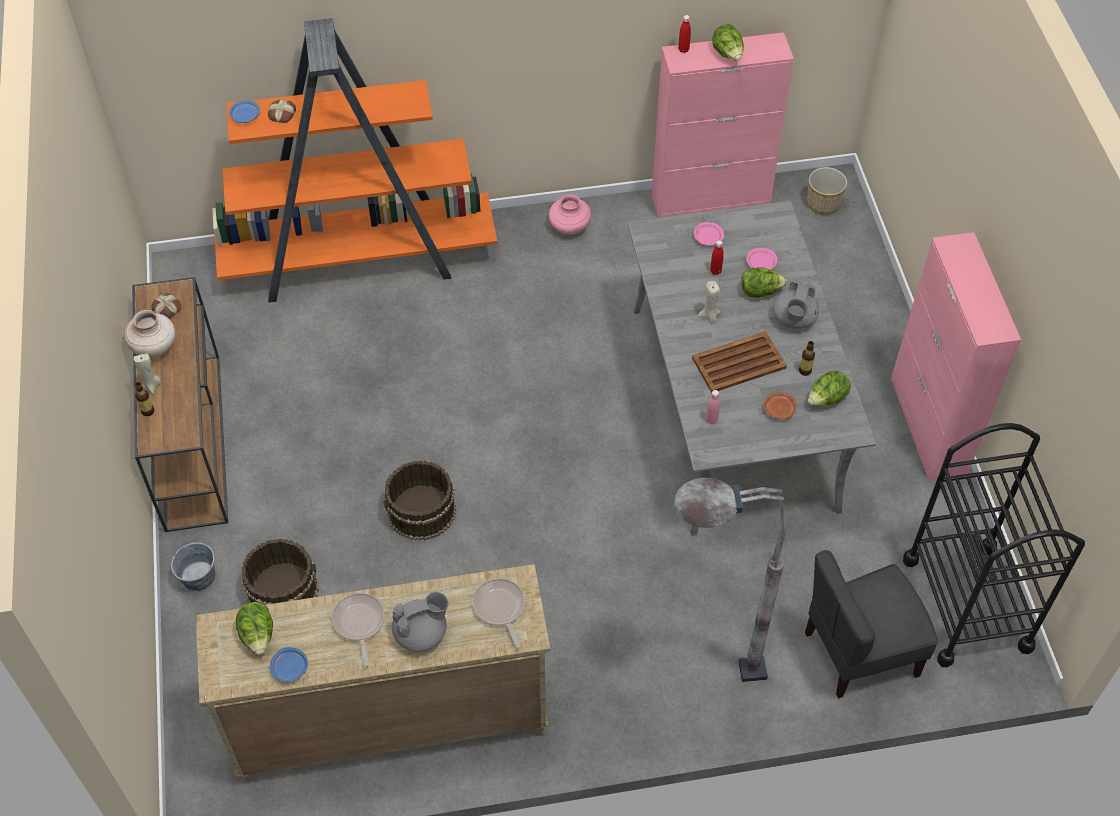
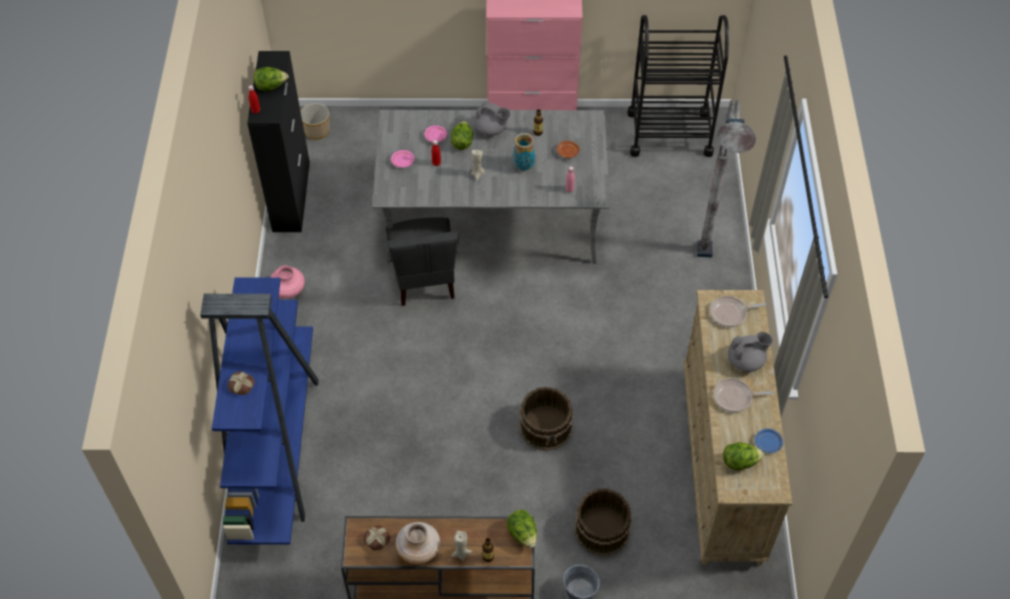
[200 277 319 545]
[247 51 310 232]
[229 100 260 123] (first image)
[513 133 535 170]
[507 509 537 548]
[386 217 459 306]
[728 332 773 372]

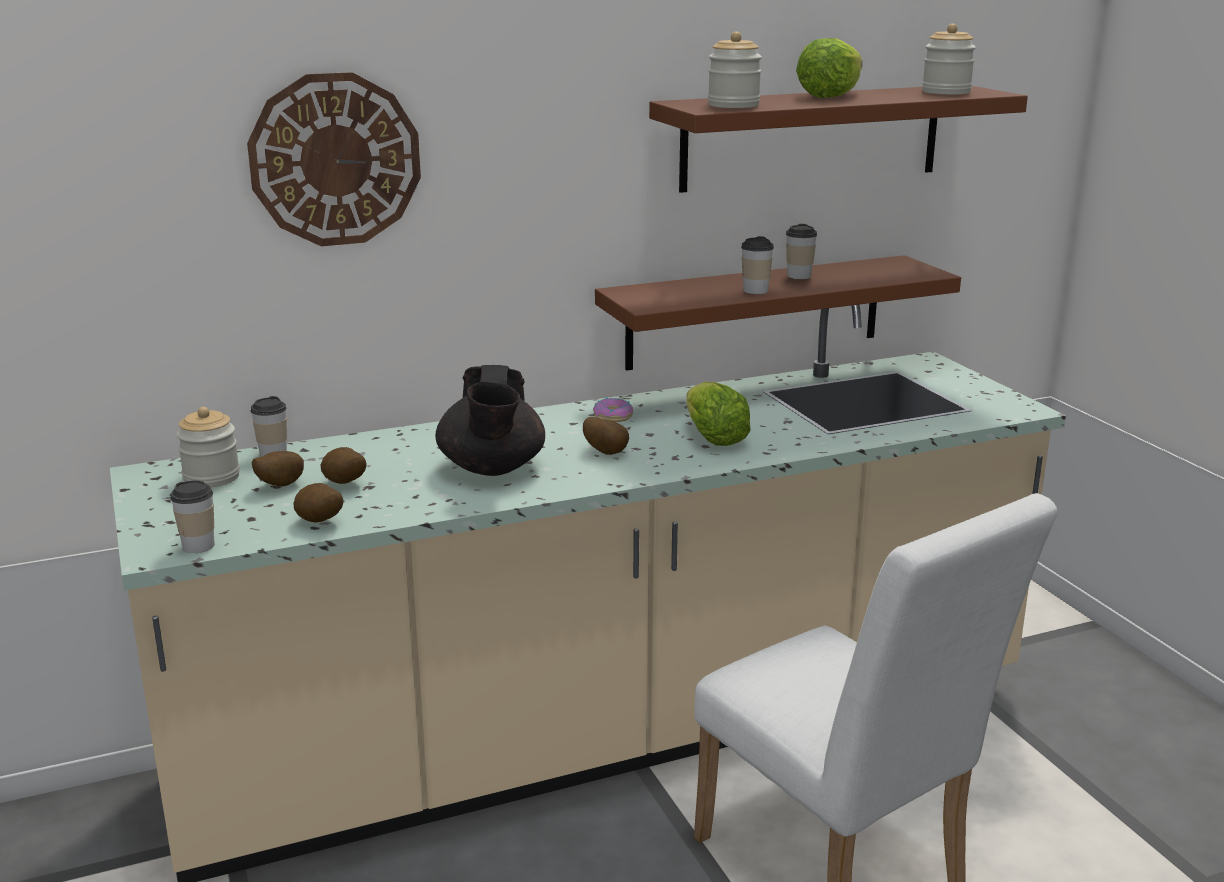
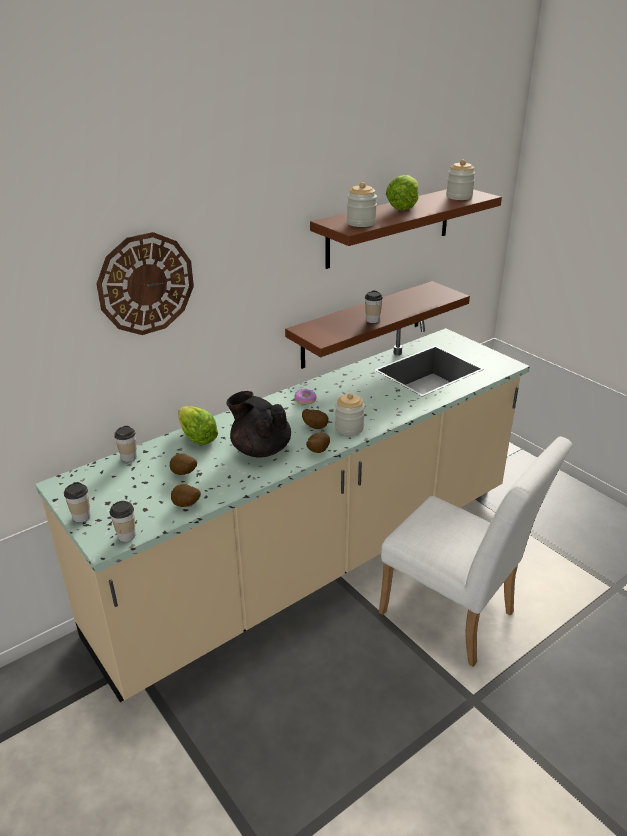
[64 482 91 522]
[226 391 291 457]
[178 406 218 445]
[335 393 365 436]
[306 433 330 453]

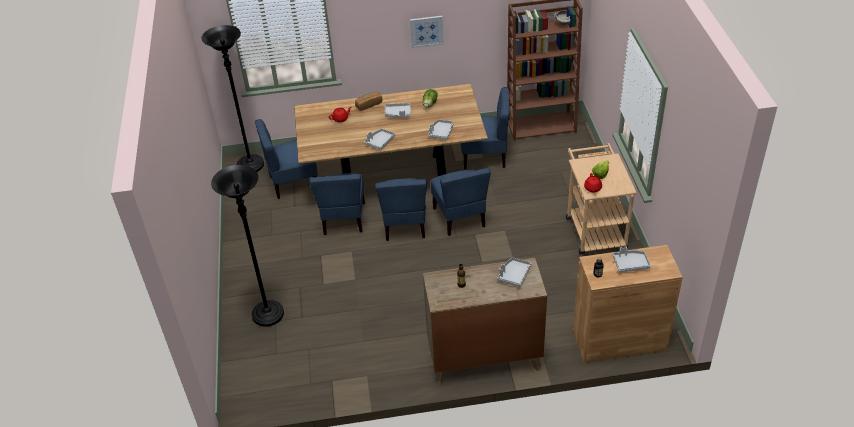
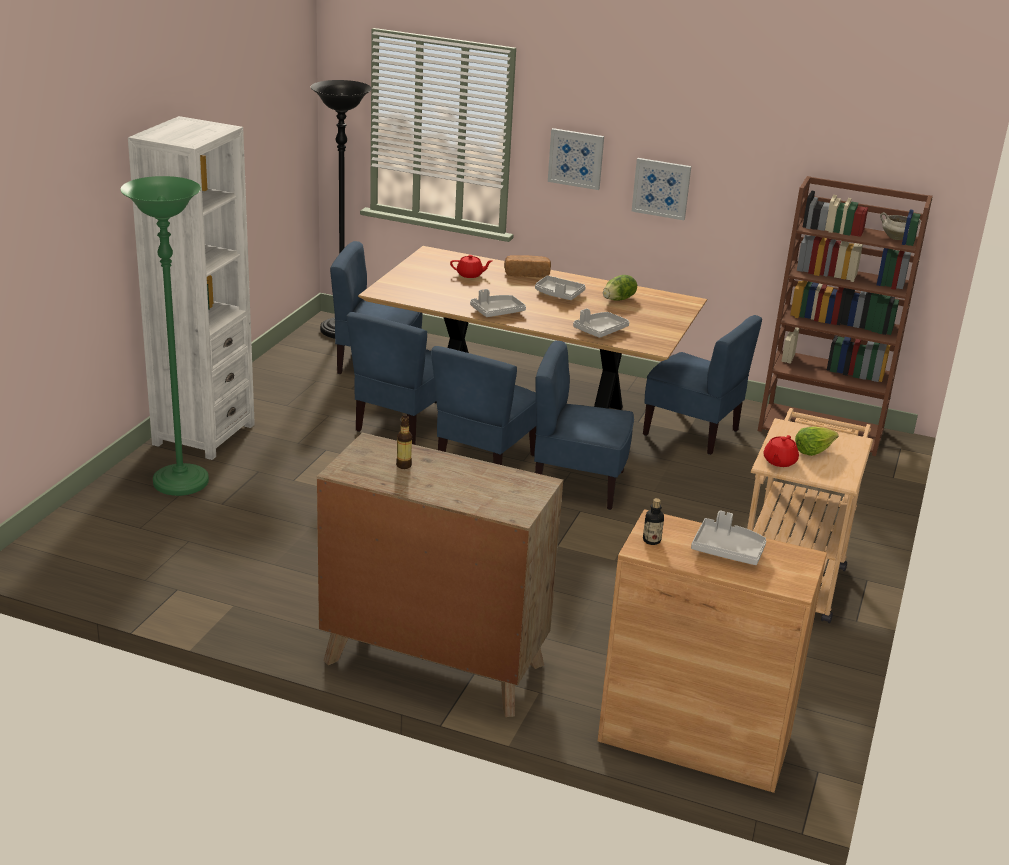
[120 176 209 496]
[534 341 634 510]
[497 257 531 287] (first image)
[128 116 255 460]
[548 128 604 190]

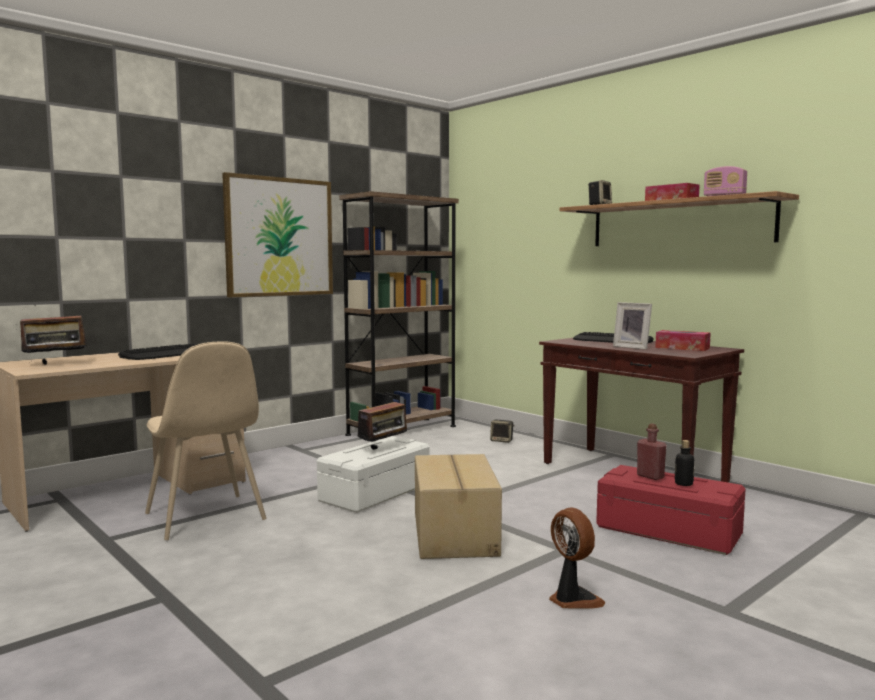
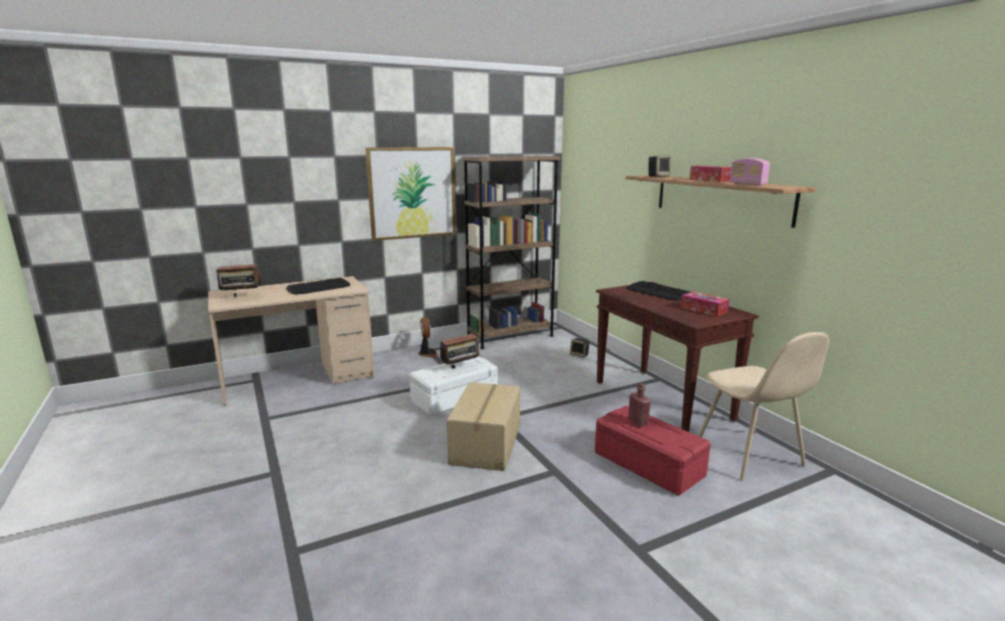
[613 302 652 350] (first image)
[698 332 830 481]
[675 440 695 486] (first image)
[418 317 438 357]

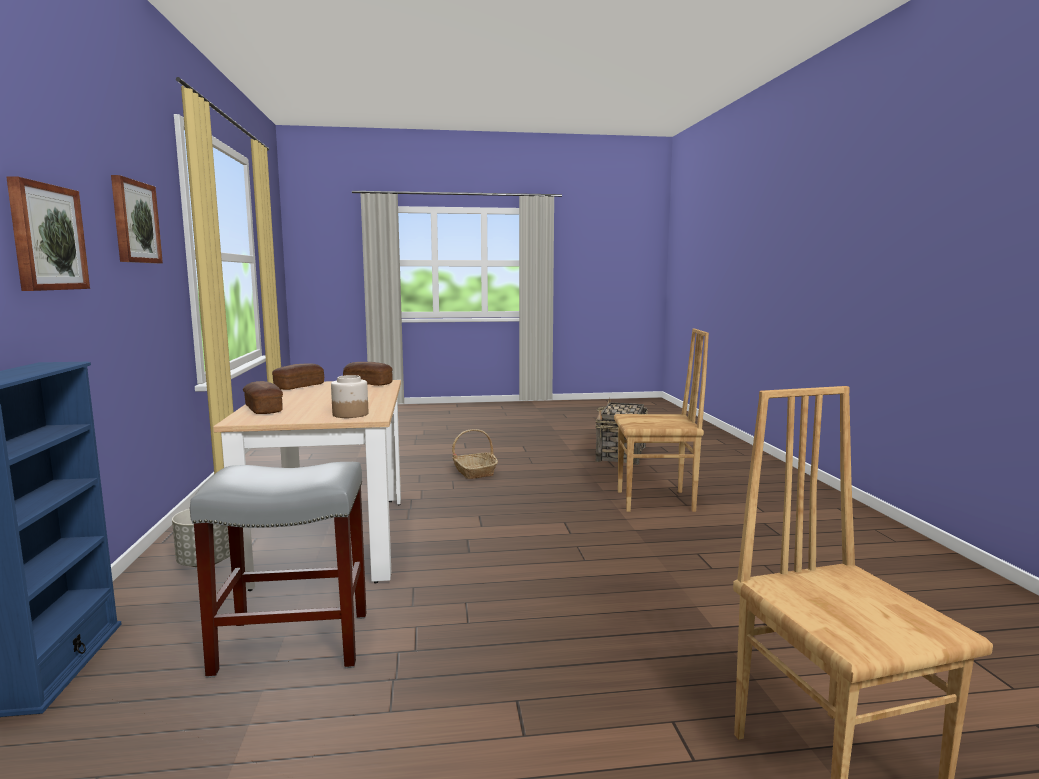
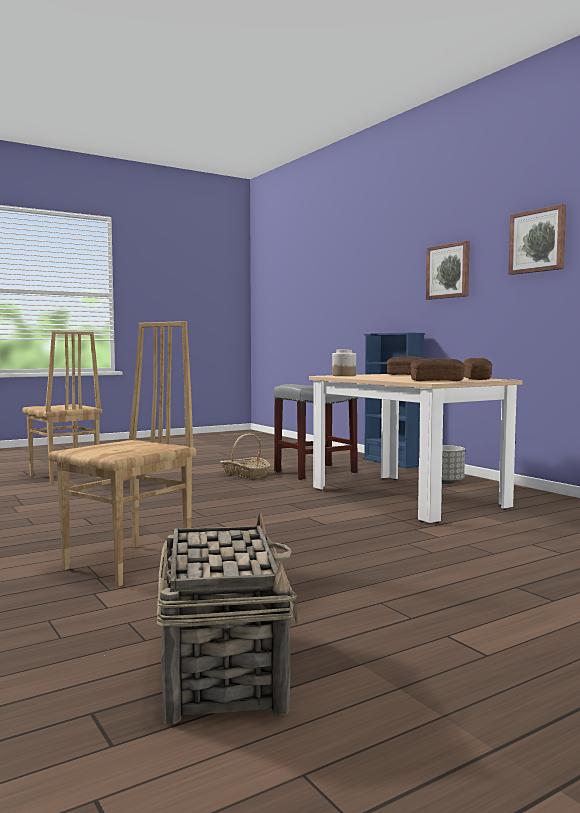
[48 321 196 587]
[220 434 270 479]

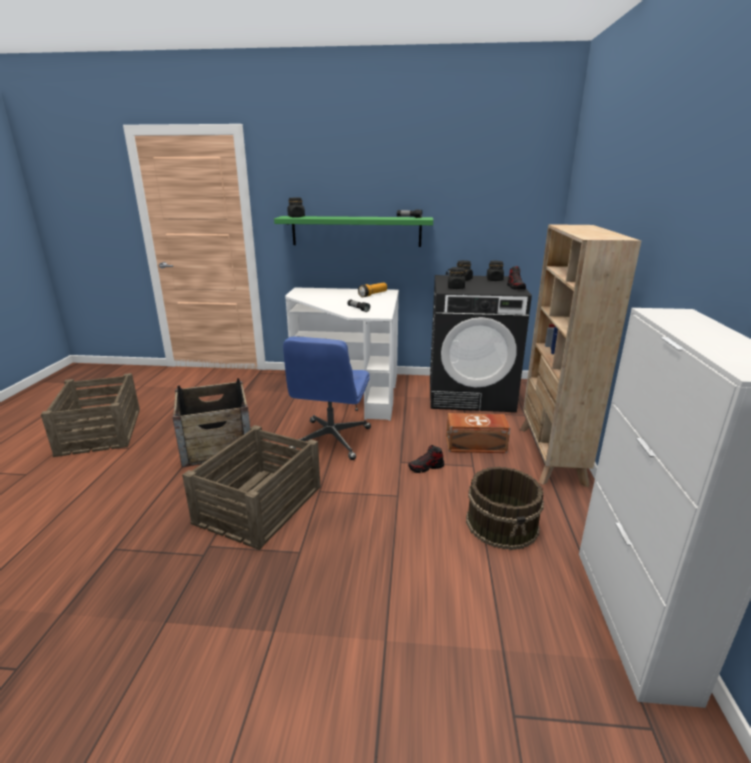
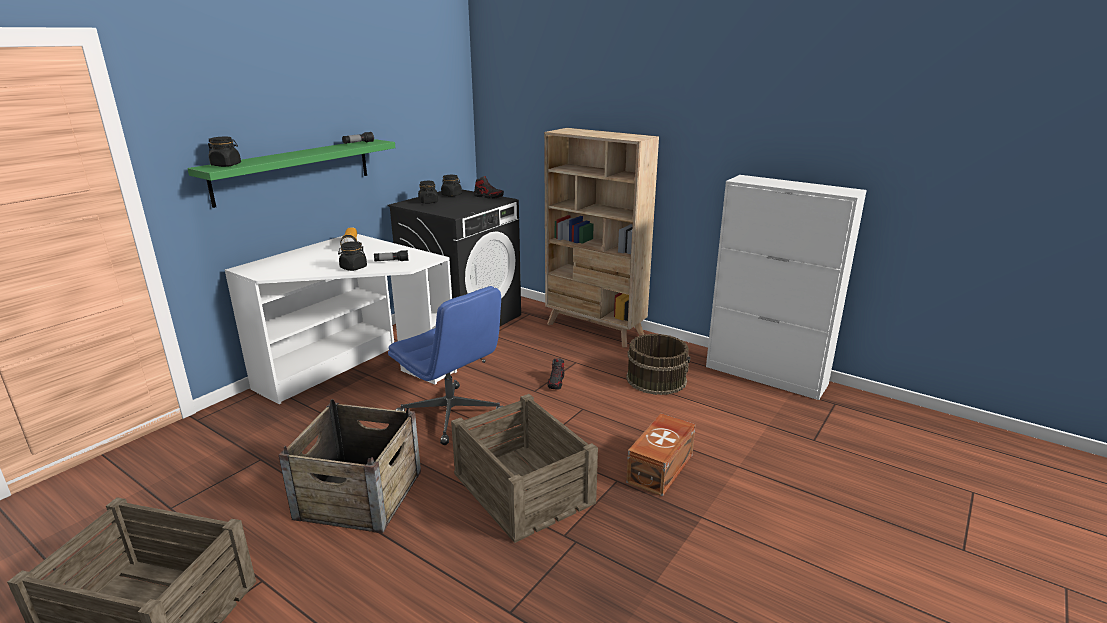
[338 241 367 271]
[626 413 696 497]

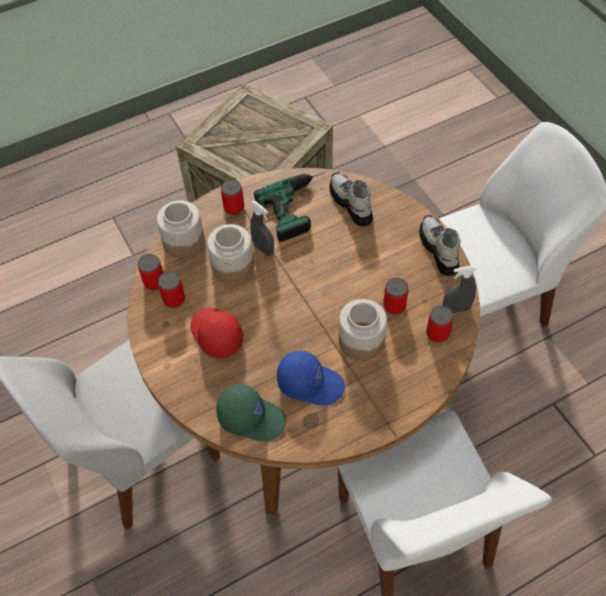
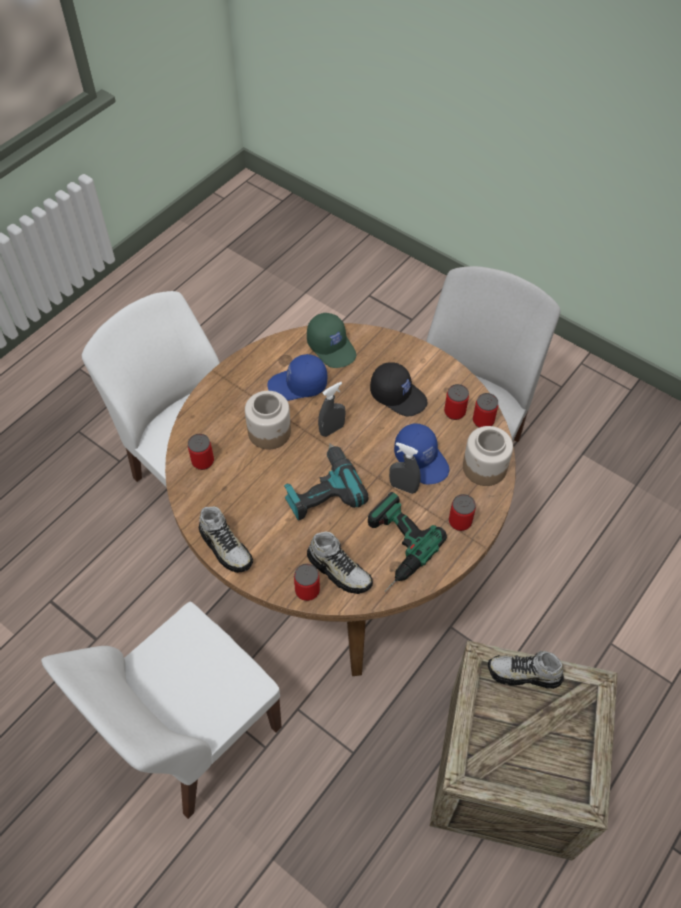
[394 424 450 485]
[318 382 346 437]
[294 564 320 601]
[370 362 428 417]
[307 313 356 368]
[284 443 368 521]
[488 651 564 689]

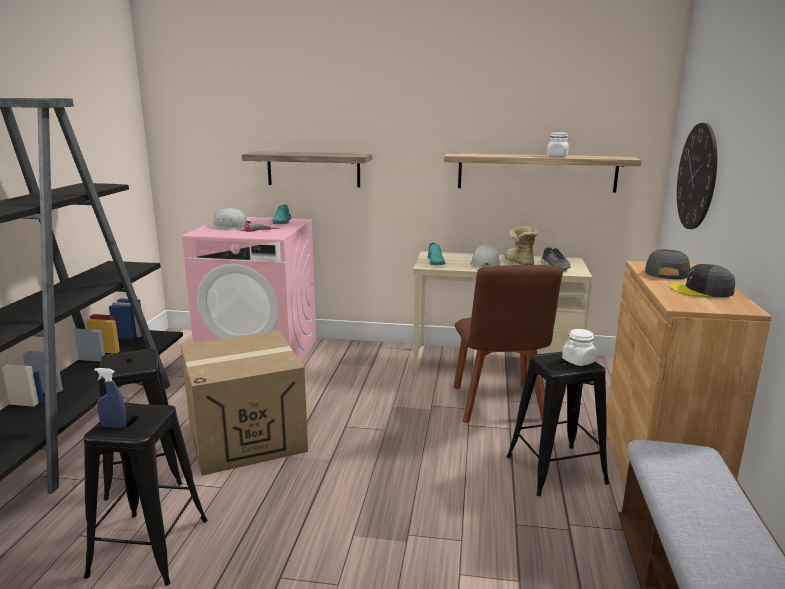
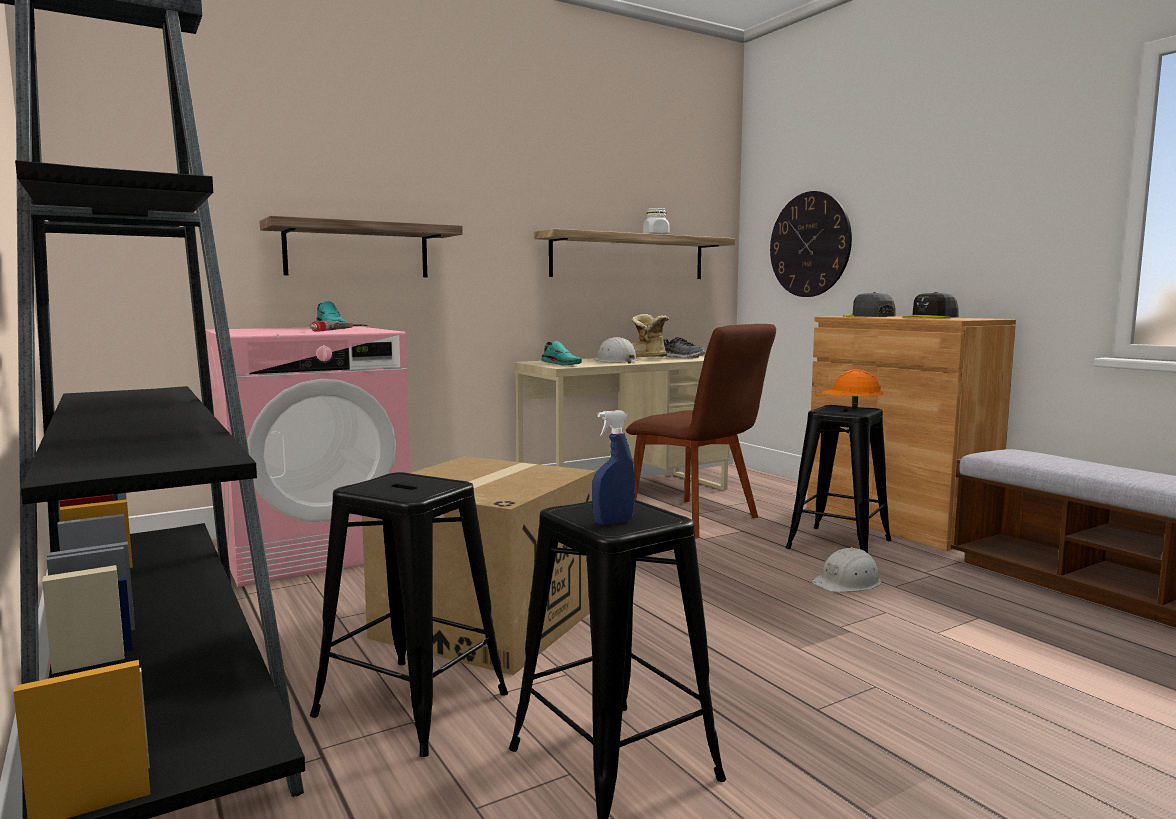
[811 547 881 593]
[822 369 883 409]

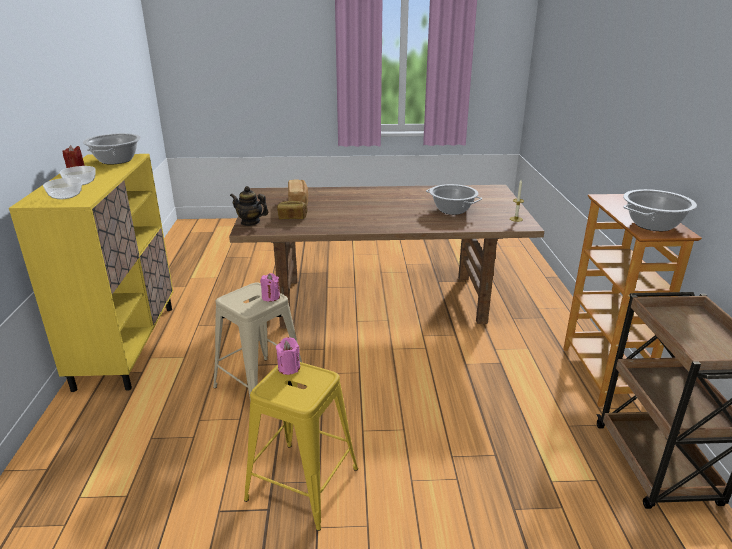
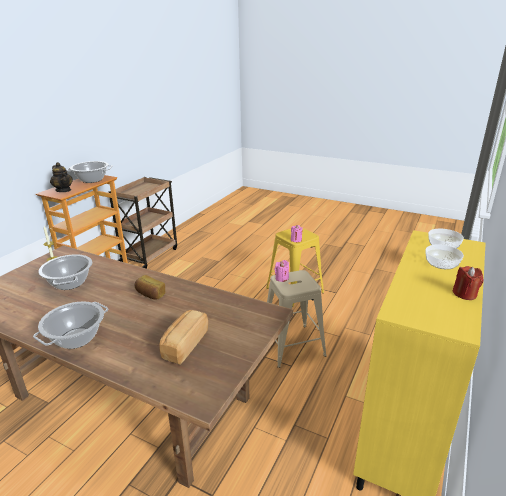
[33 301 109 349]
[50 162 73 192]
[135 275 165 300]

